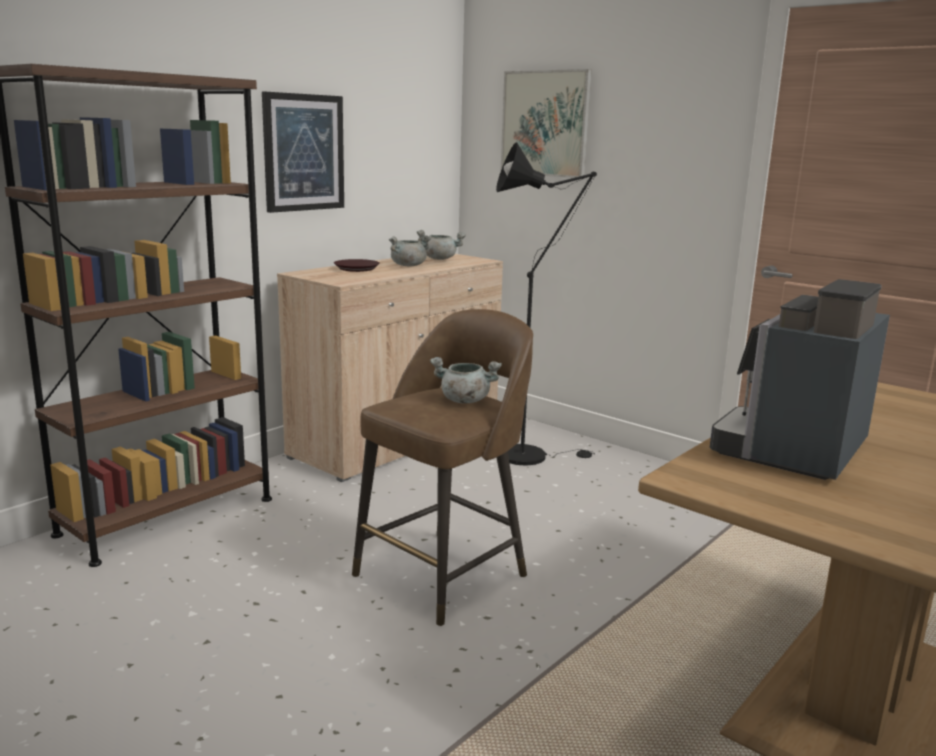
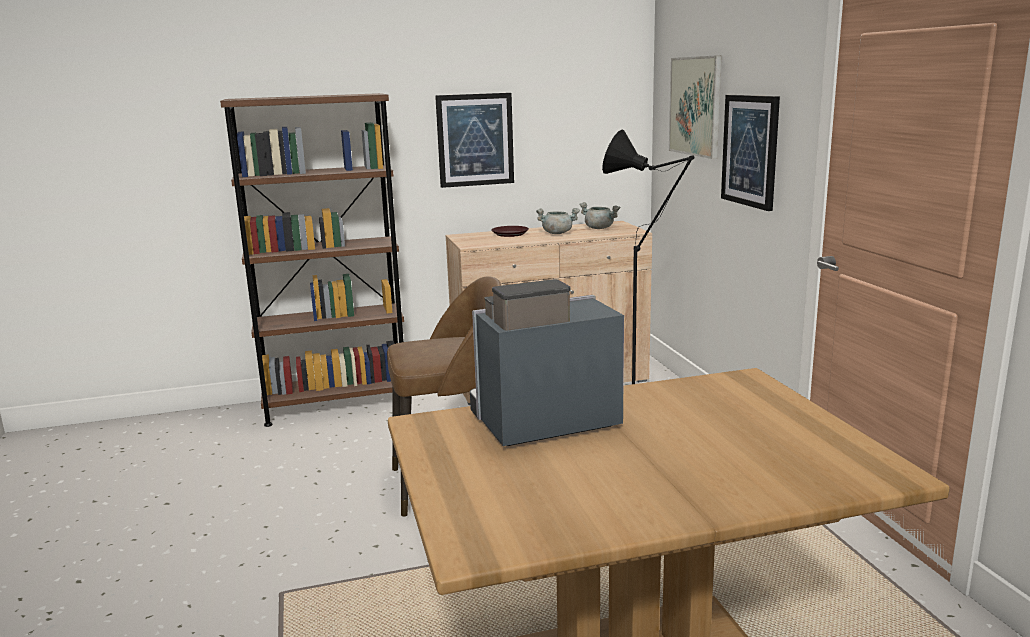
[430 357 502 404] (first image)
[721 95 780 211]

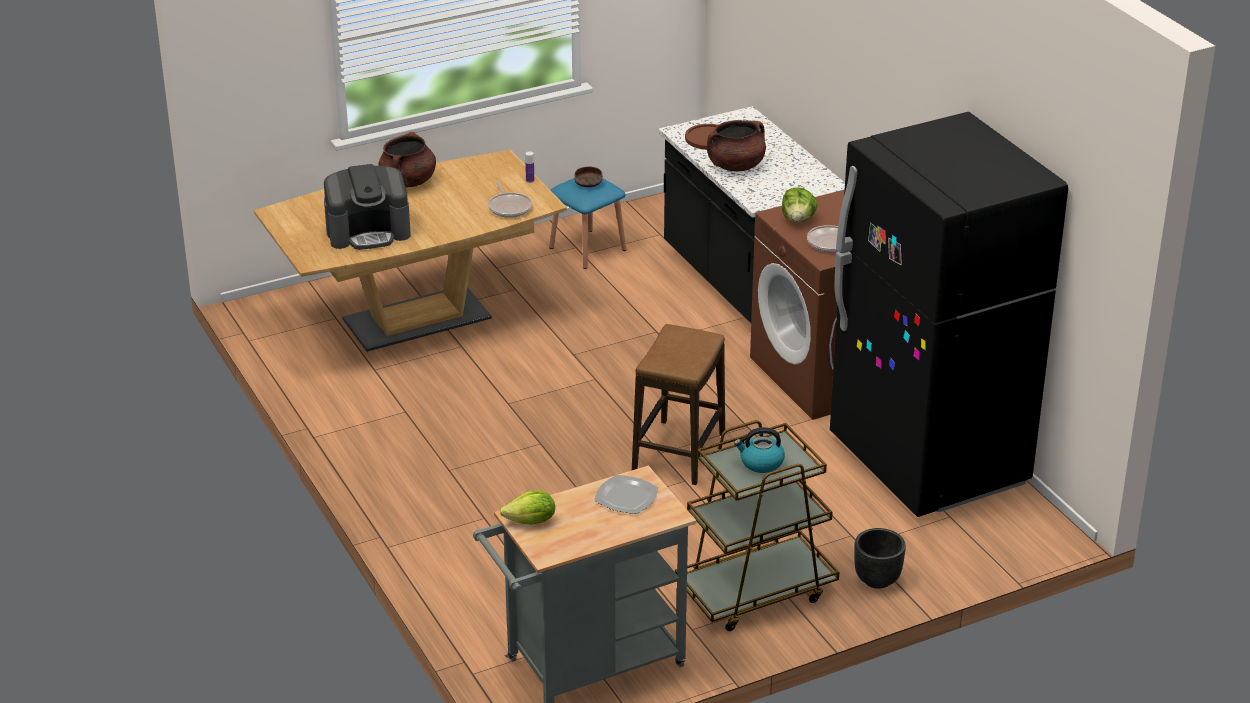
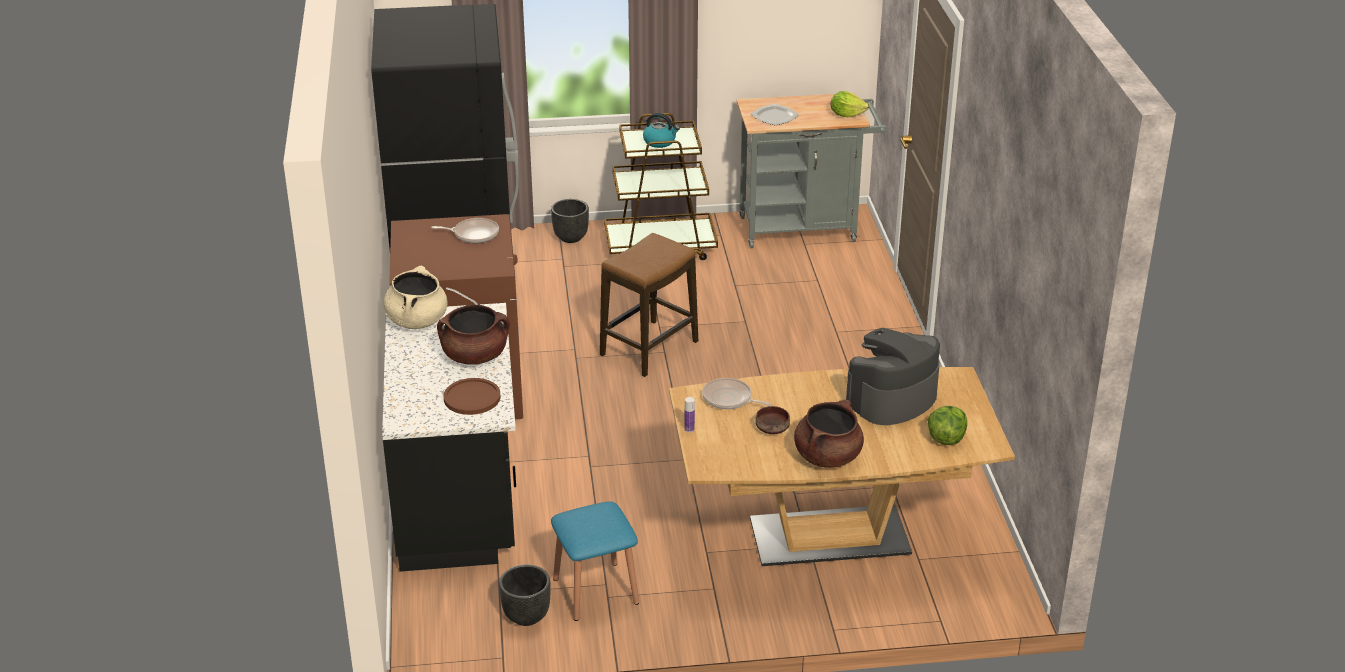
[846 328 940 425]
[755 406 790 434]
[702 378 772 409]
[928 406 967 445]
[384 266 447 329]
[499 565 551 626]

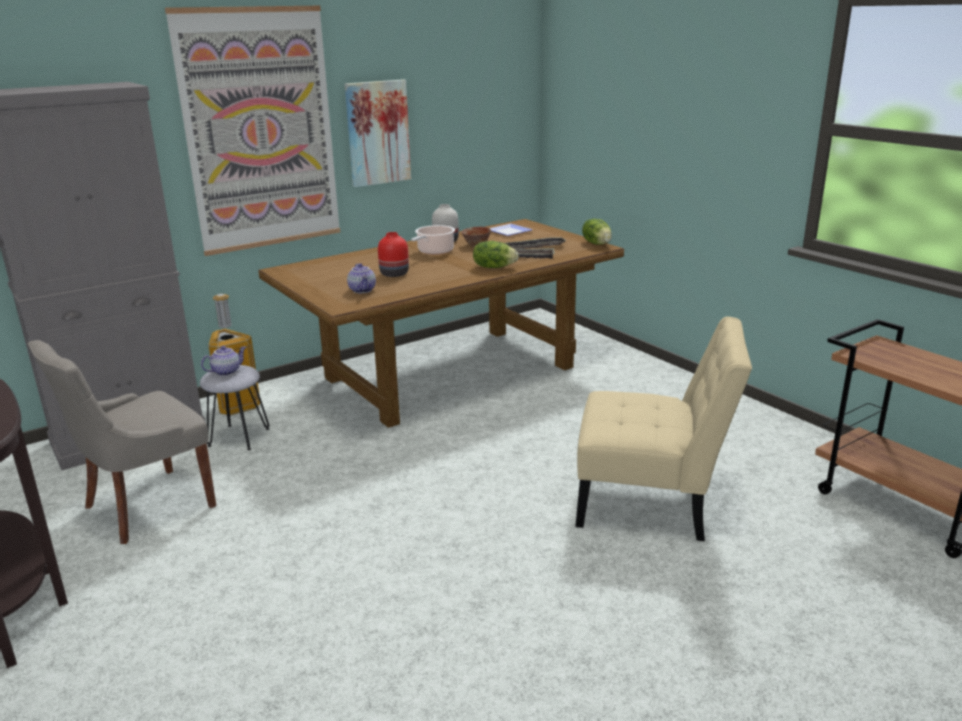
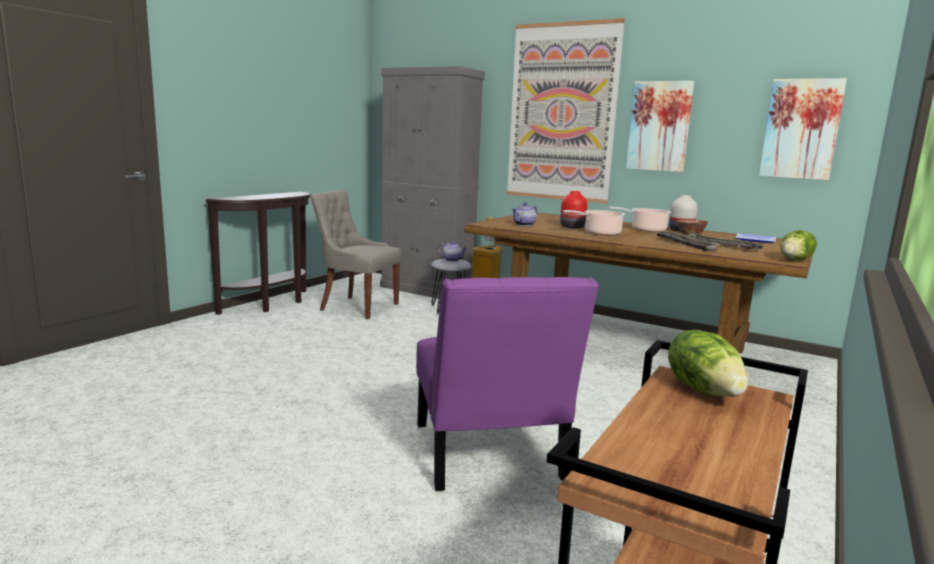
[668 330 748 397]
[416 277 599 491]
[759 78 847 181]
[563 210 625 236]

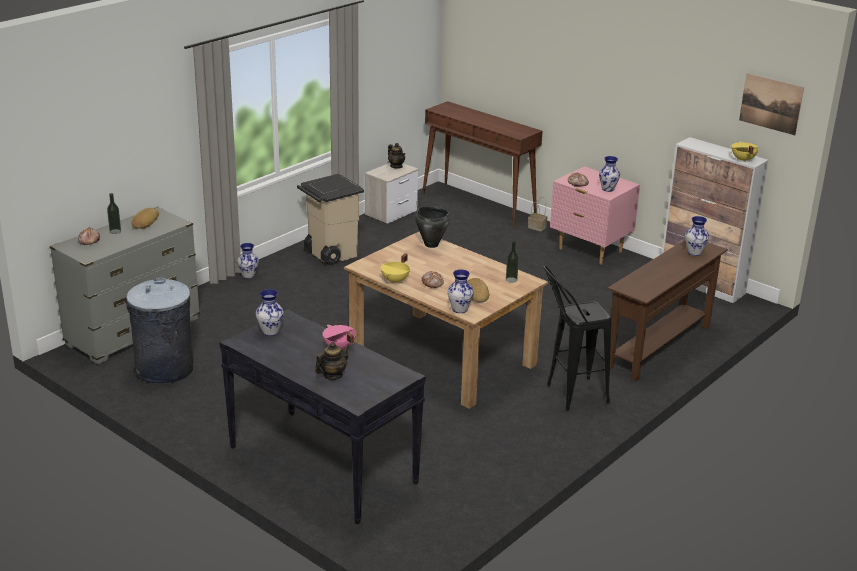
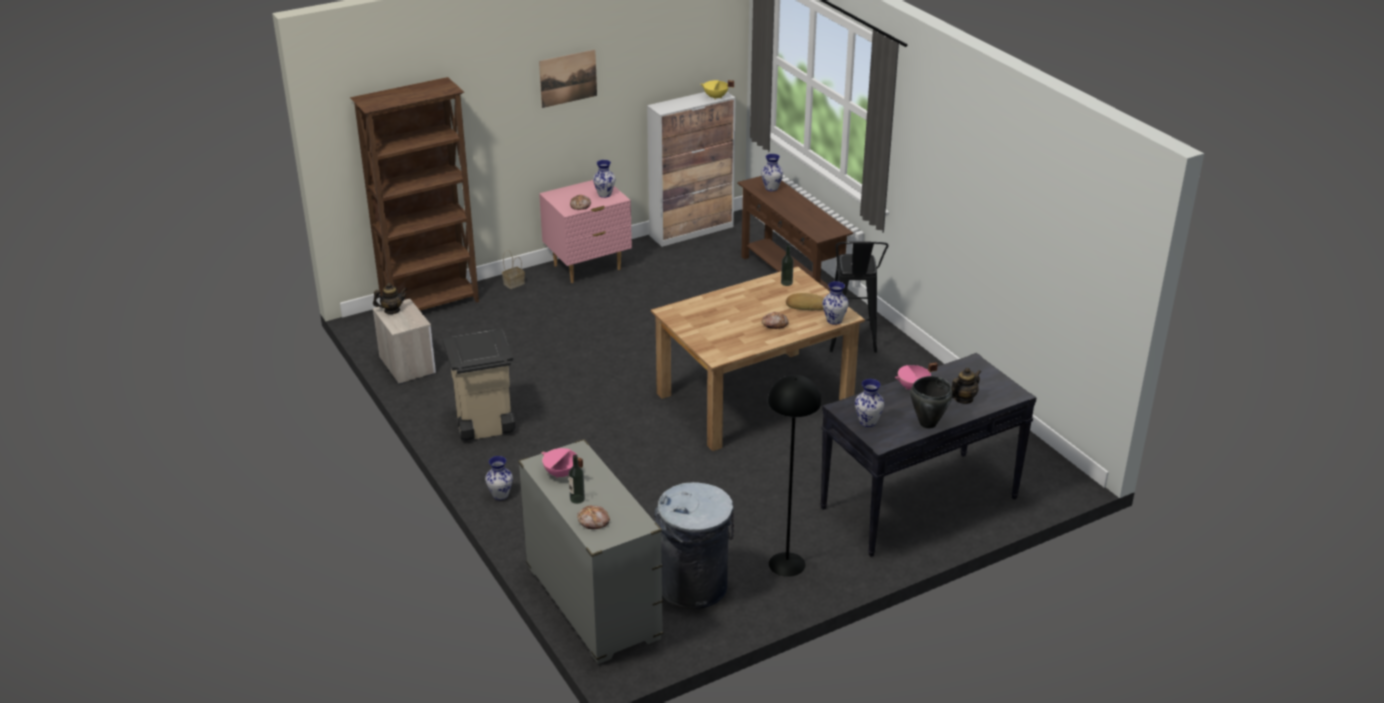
[539 50 597 108]
[350 77 479 311]
[910 376 953 428]
[541 448 583 478]
[381 253 410 284] (first image)
[951 368 981 404]
[768 375 821 577]

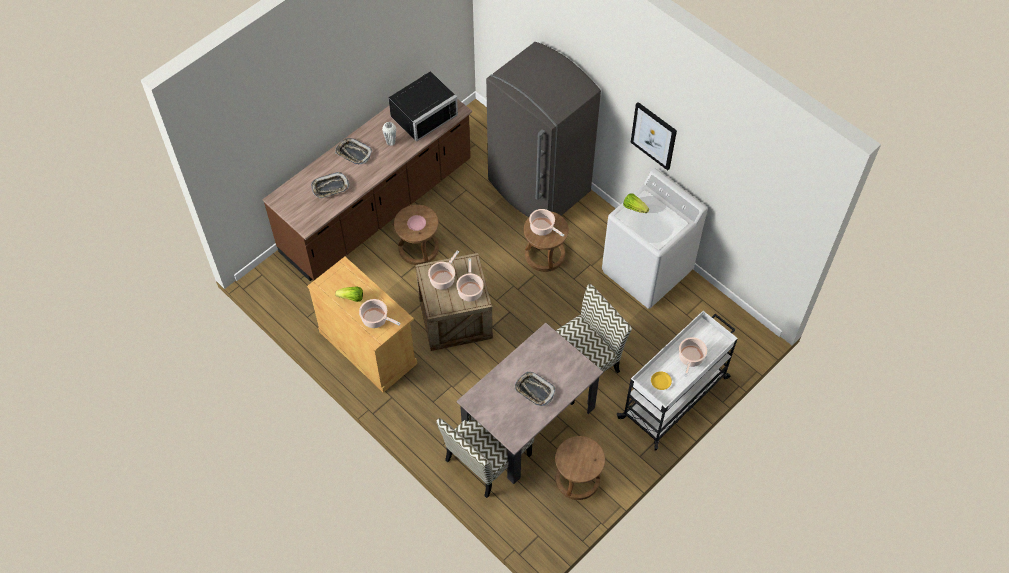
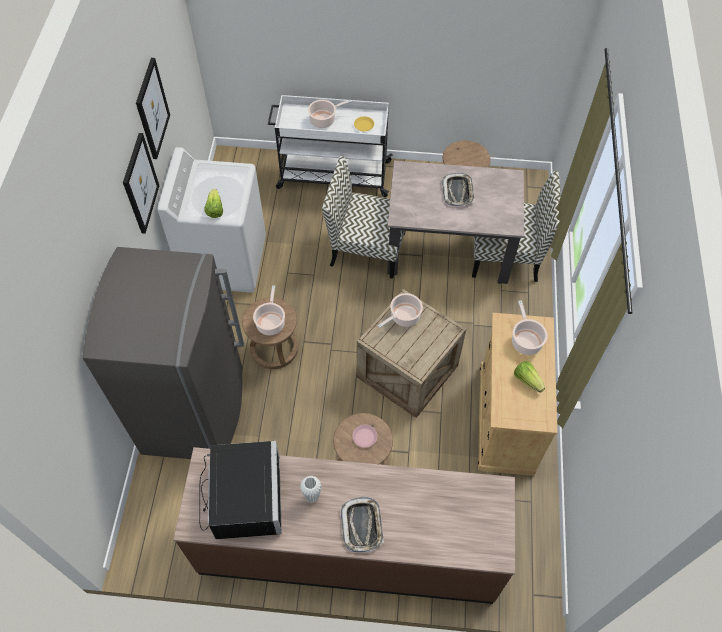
[199 441 282 539]
[311 172 350 198] (first image)
[428 250 459 290] (first image)
[136 58 170 159]

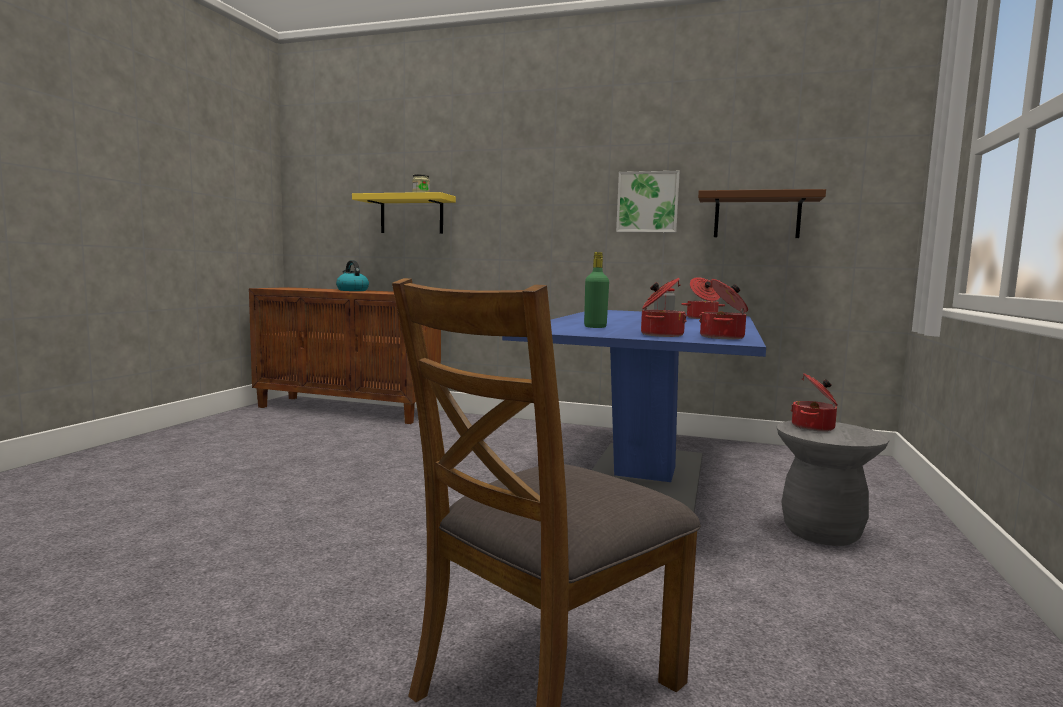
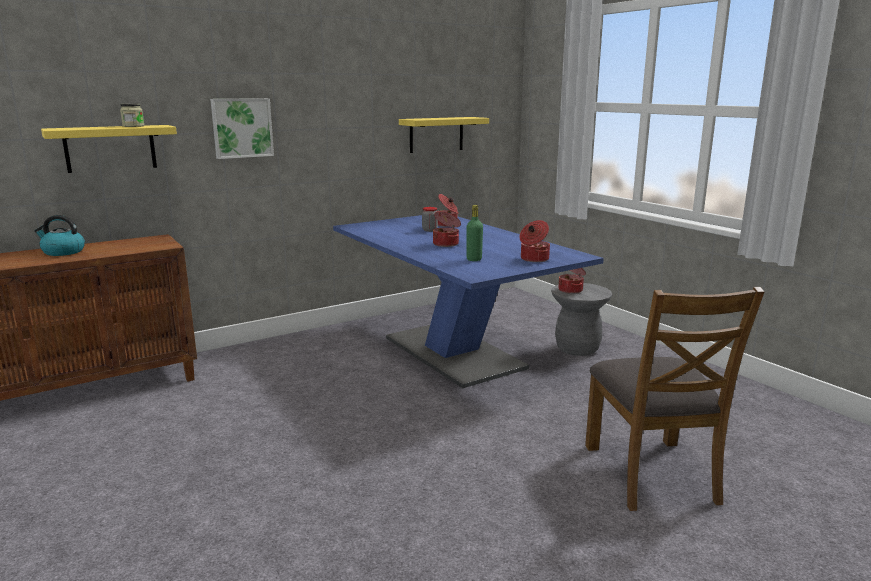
[210 98 274 159]
[399 117 489 153]
[433 211 461 247]

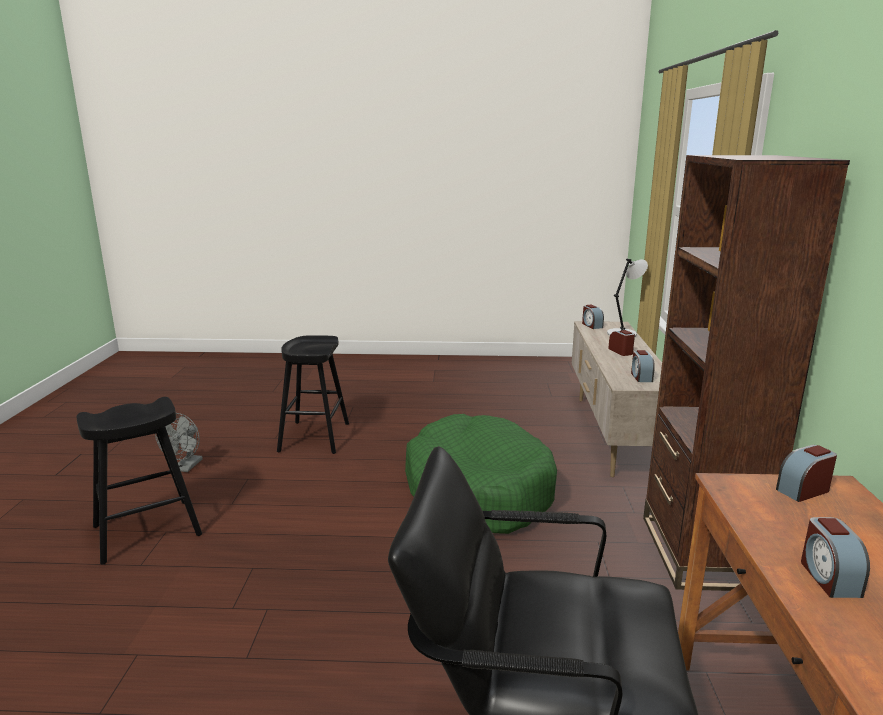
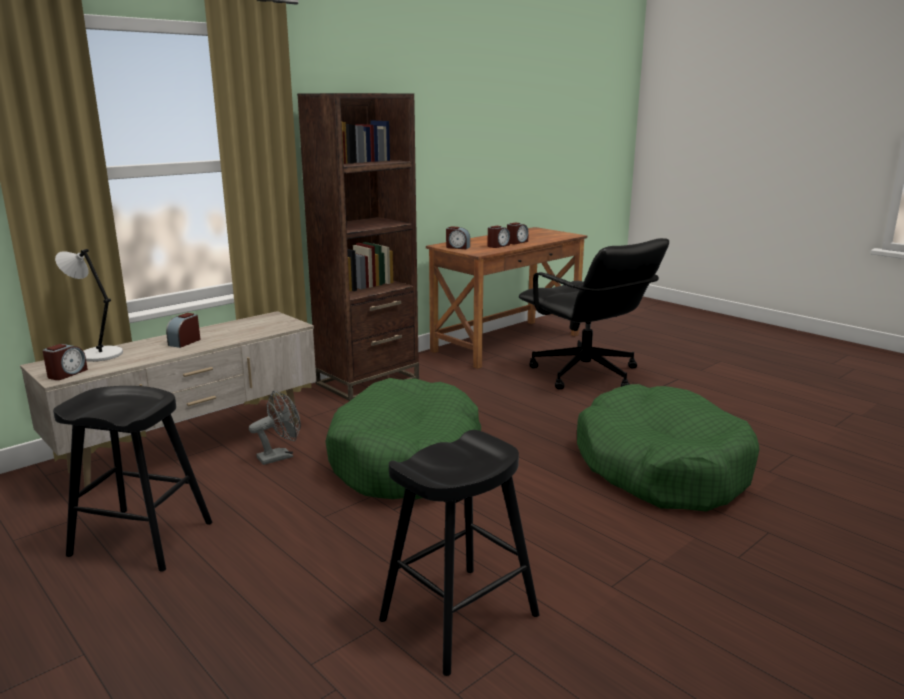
[487 226 510 248]
[53 386 212 572]
[249 390 301 465]
[577 384 759 512]

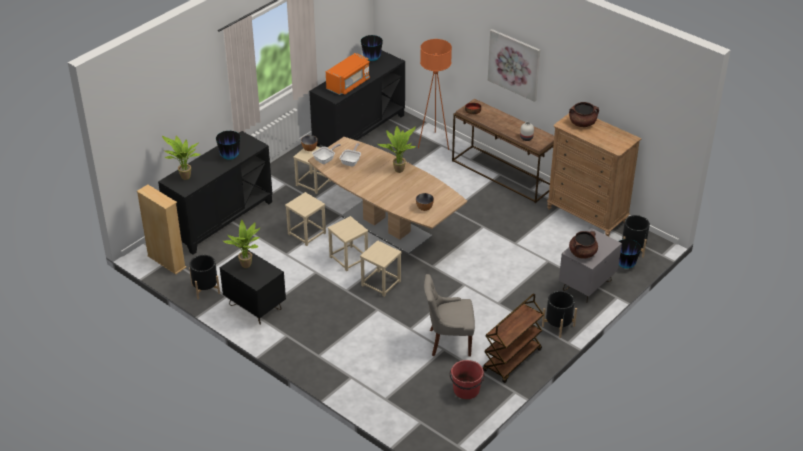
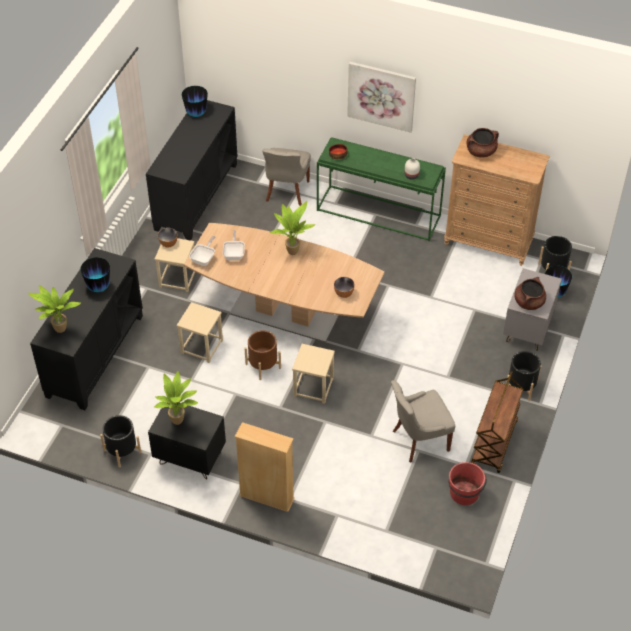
[262 148 311 206]
[326 53 370 95] (first image)
[317 137 446 241]
[235 422 295 512]
[244 330 281 380]

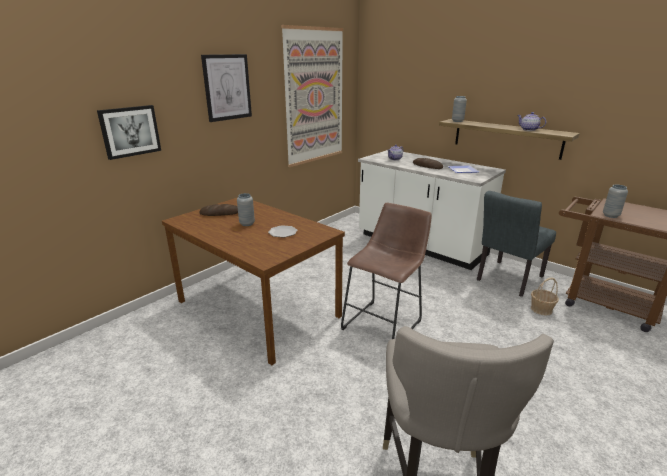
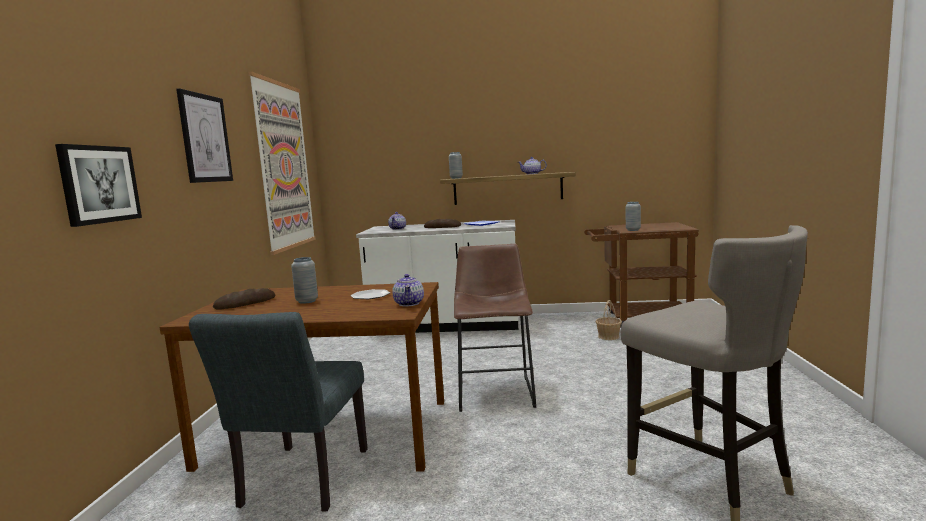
[189 312 368 512]
[392 274 424 306]

